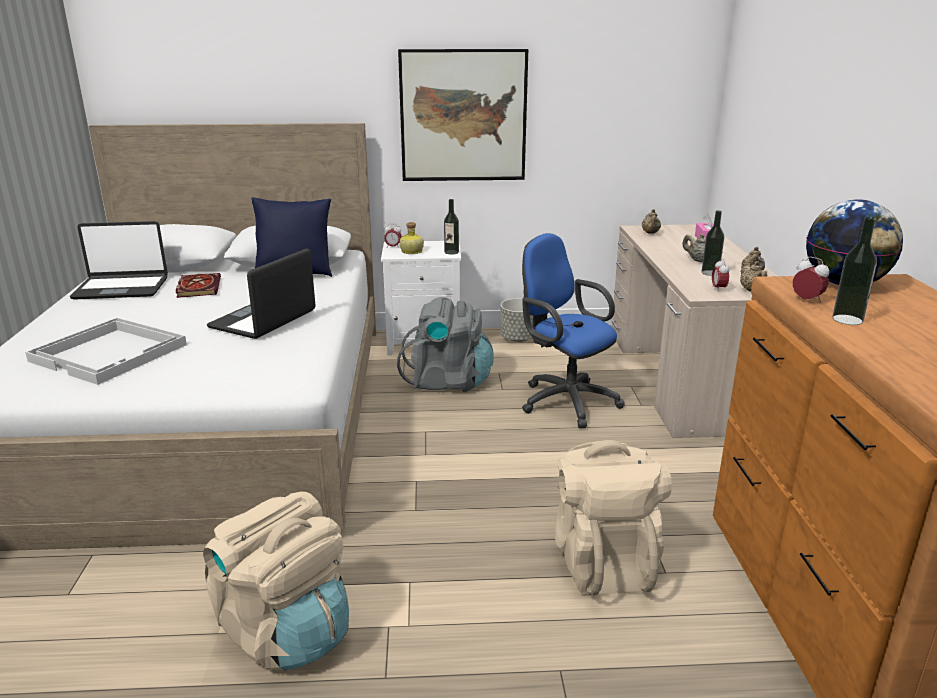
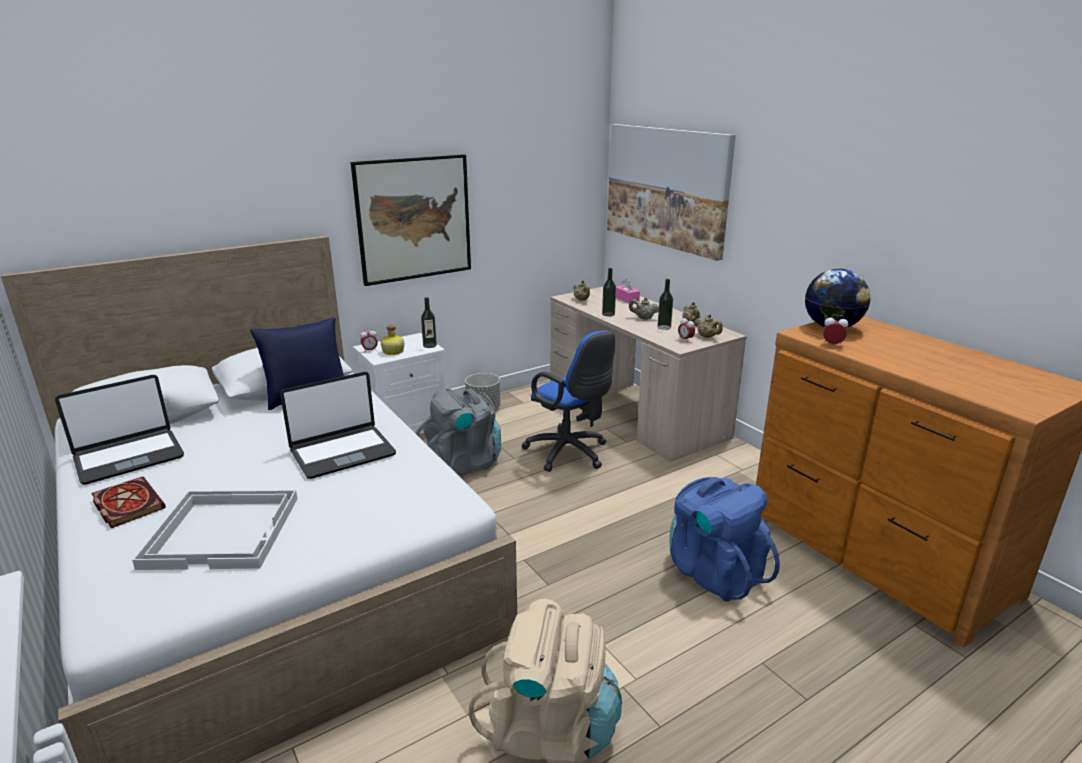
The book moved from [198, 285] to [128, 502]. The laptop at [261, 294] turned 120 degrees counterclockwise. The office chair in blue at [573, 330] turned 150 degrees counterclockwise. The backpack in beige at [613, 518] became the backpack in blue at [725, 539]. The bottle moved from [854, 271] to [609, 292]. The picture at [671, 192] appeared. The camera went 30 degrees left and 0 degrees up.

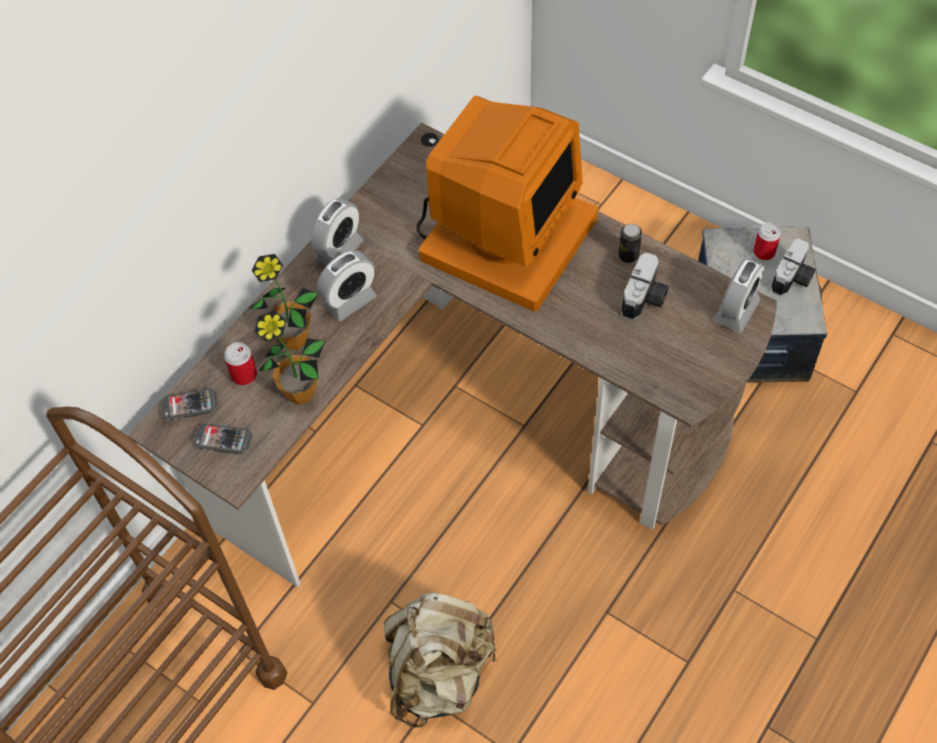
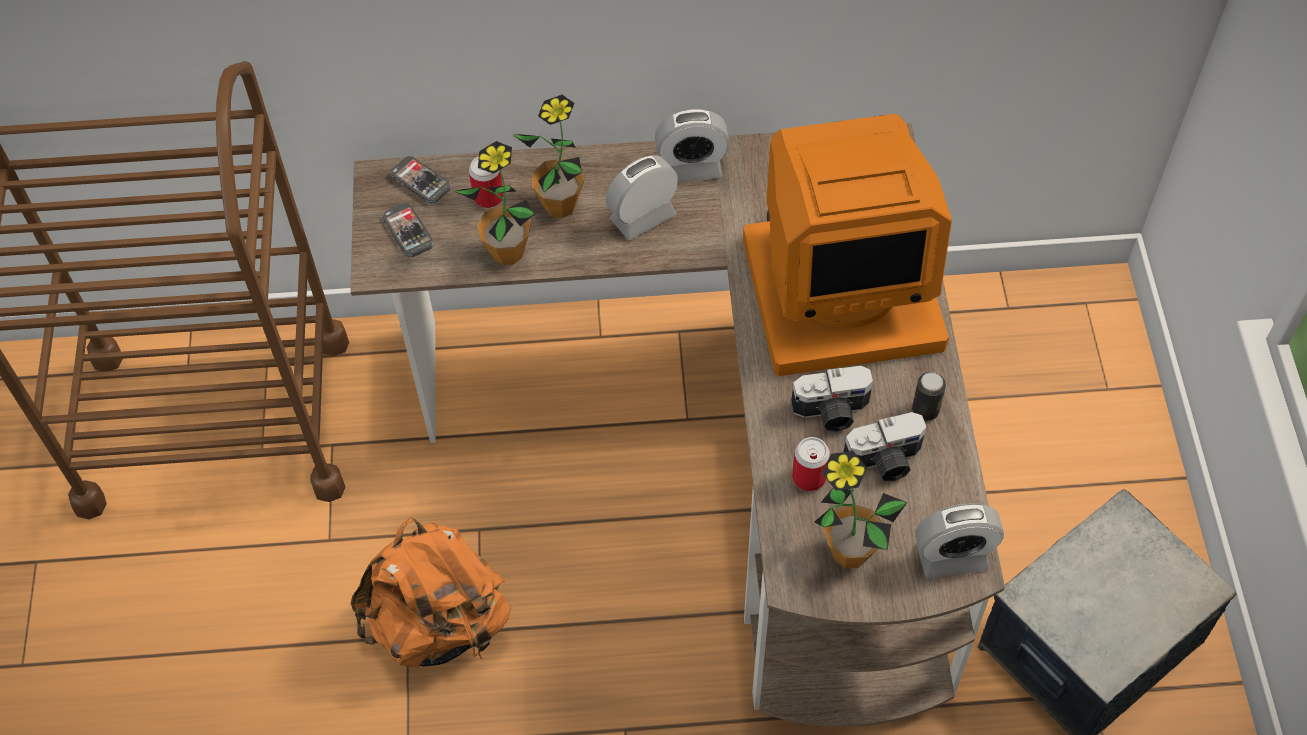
The alarm clock at [347, 285] turned 135 degrees clockwise. The backpack in beige at [440, 660] became the backpack in orange at [430, 592]. The can moved from [767, 241] to [811, 464]. The photo camera moved from [793, 267] to [832, 398]. The potted plant at [860, 509] appeared. The camera went 50 degrees right and 0 degrees up.

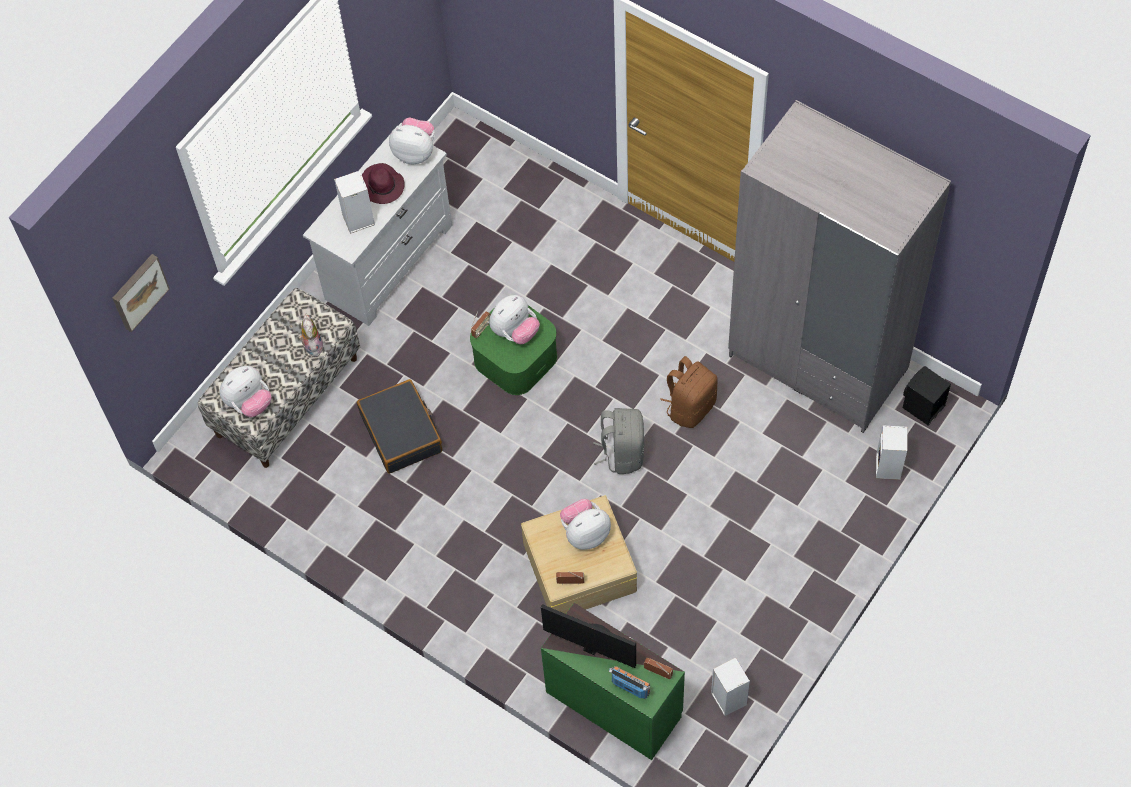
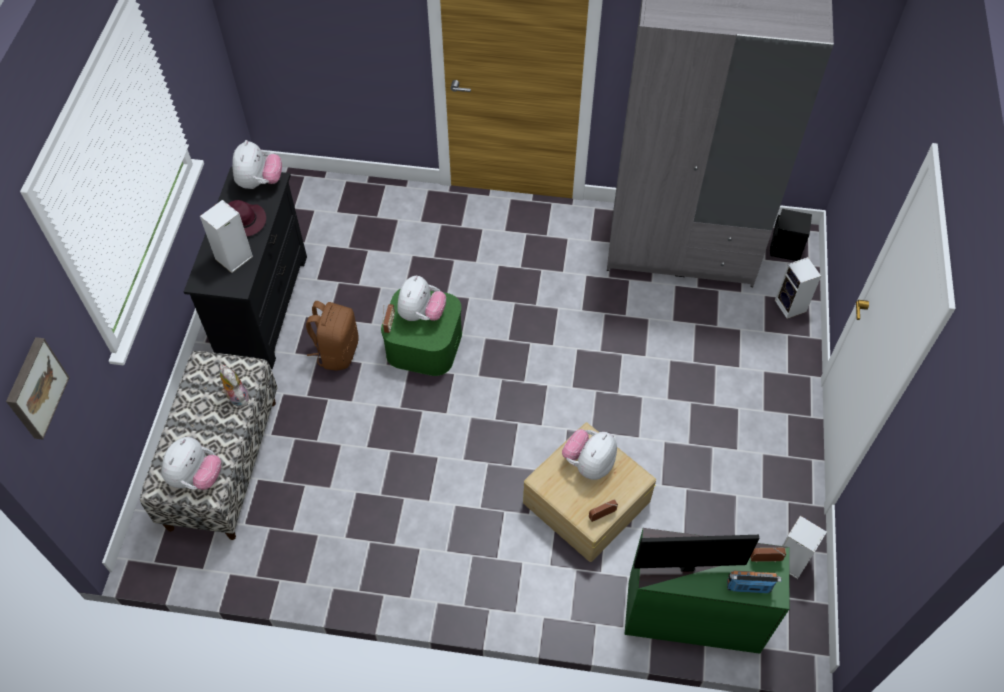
The dresser in white at [378, 226] became the dresser in black at [245, 268]. The suitcase in black at [399, 426] disappeared. The plush toy at [411, 141] turned 105 degrees clockwise. The backpack in grey at [618, 441] disappeared. The backpack in brown moved from [689, 392] to [332, 336]. The camera went 30 degrees left and 5 degrees down.

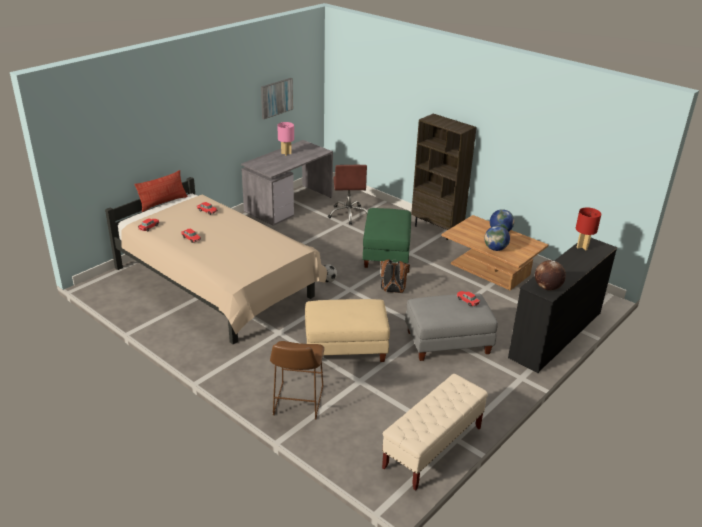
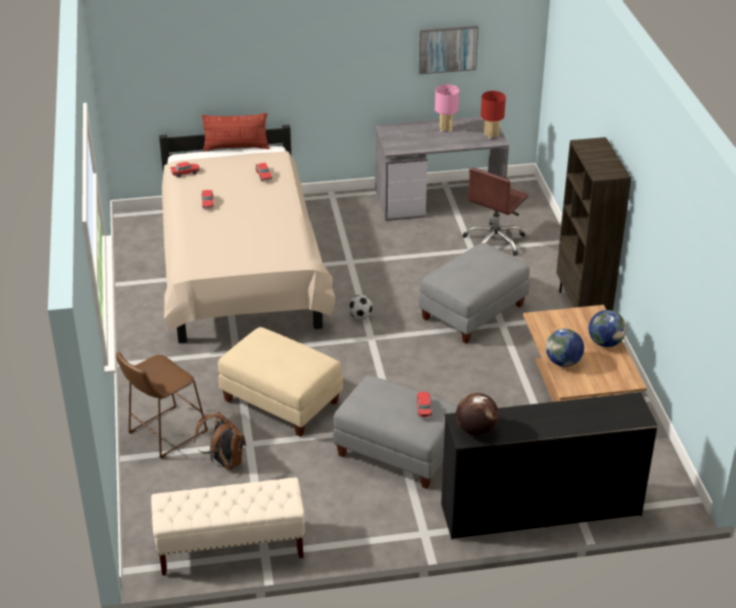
The ottoman in green at [387, 238] became the ottoman in grey at [474, 293]. The backpack in brown moved from [395, 276] to [220, 441]. The table lamp in red moved from [588, 229] to [493, 115]. The camera went 40 degrees right and 5 degrees up.

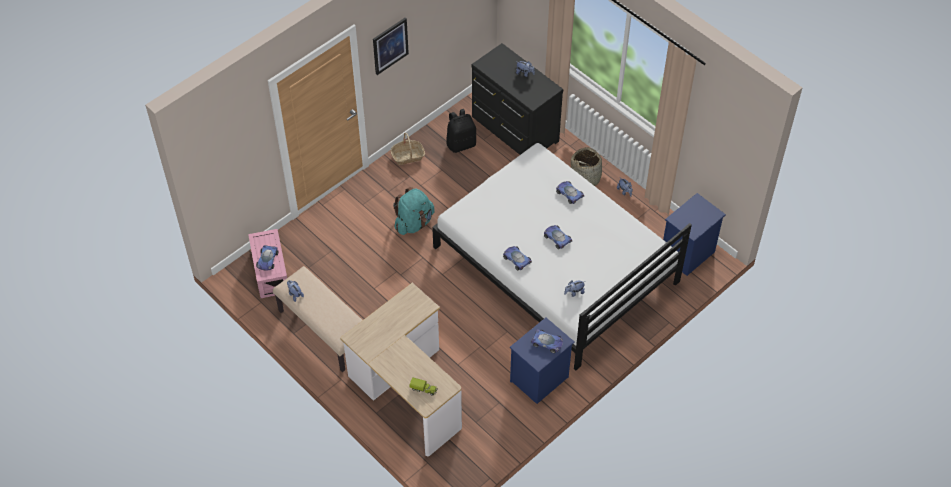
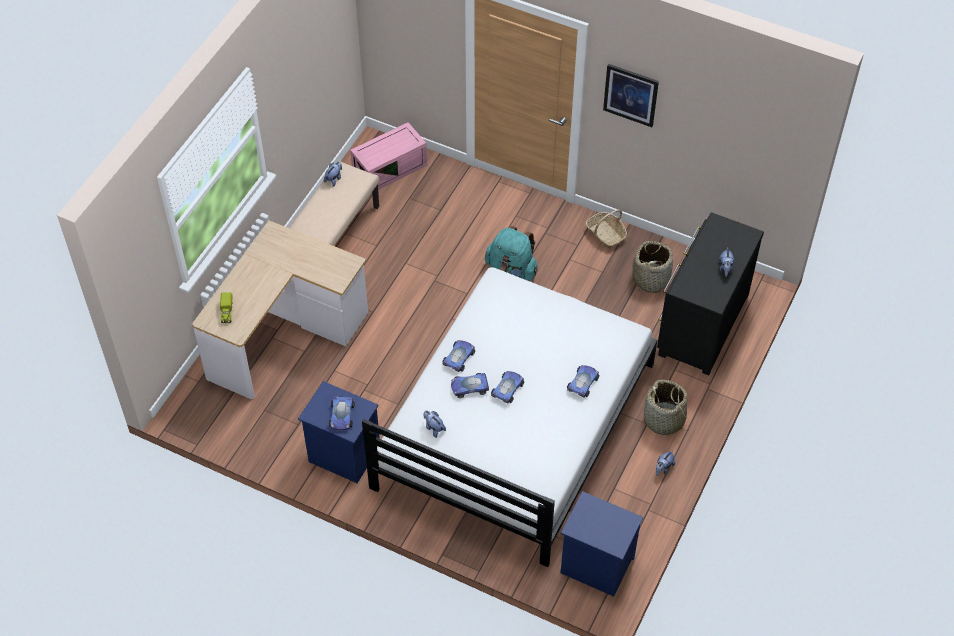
The toy car moved from [267, 258] to [470, 385]. The backpack in black at [461, 131] was replaced by the basket at [653, 267]. The camera went 70 degrees right and 0 degrees up.

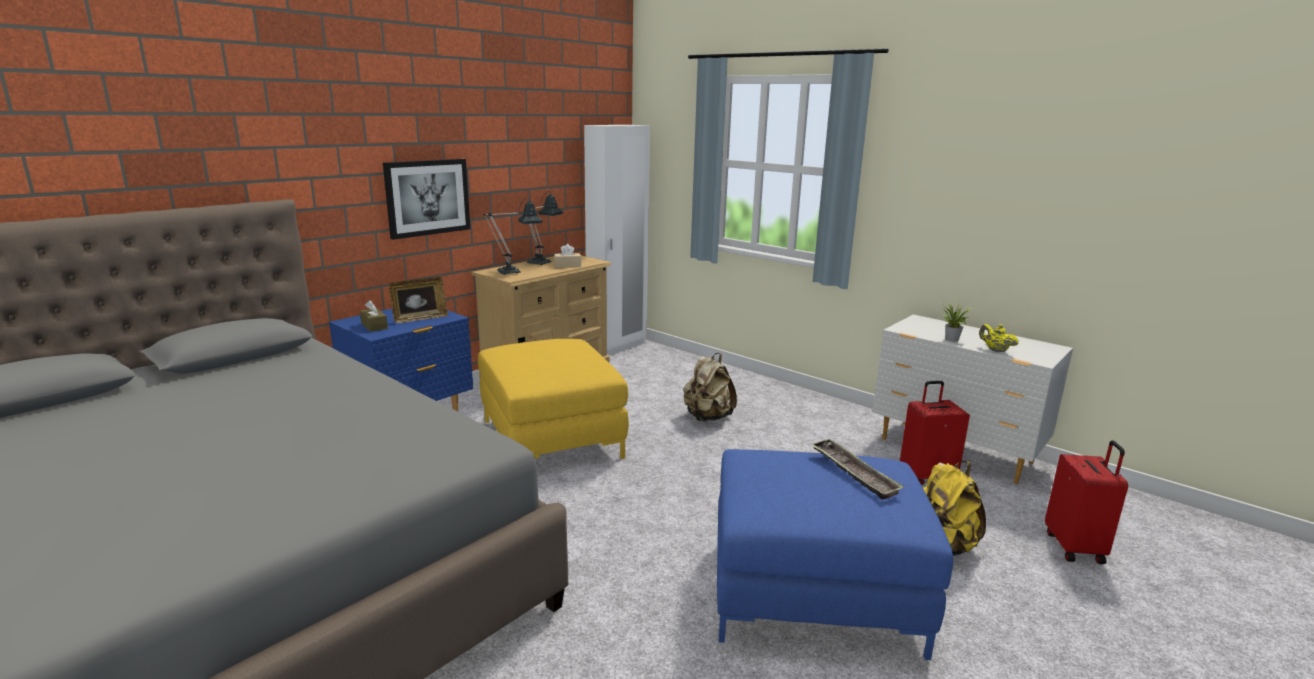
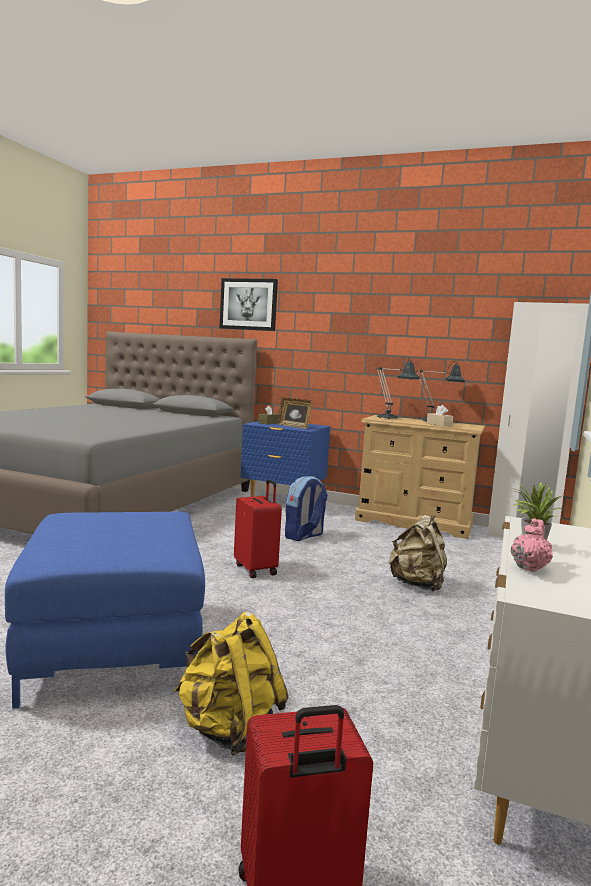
The picture moved from [426, 199] to [248, 304]. The ottoman in yellow at [553, 399] was replaced by the backpack at [306, 508]. The tray at [857, 469] disappeared. The suitcase in red moved from [935, 433] to [258, 529]. The teapot in yellow at [998, 338] became the teapot in pink at [532, 545]. The camera went 70 degrees right and 10 degrees down.

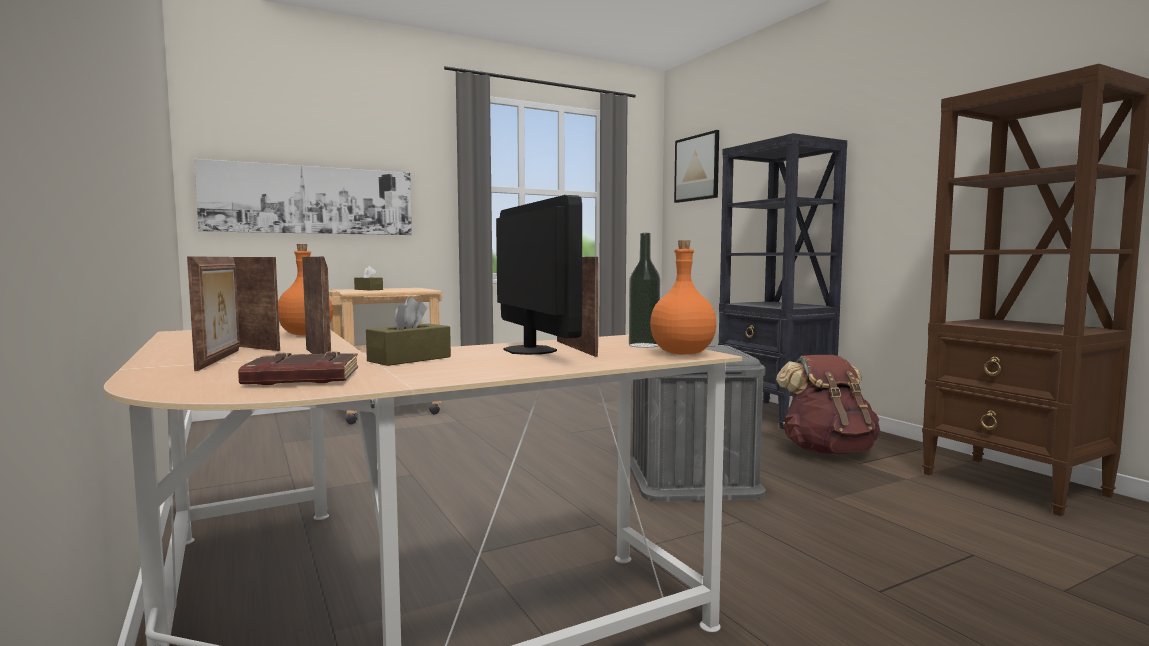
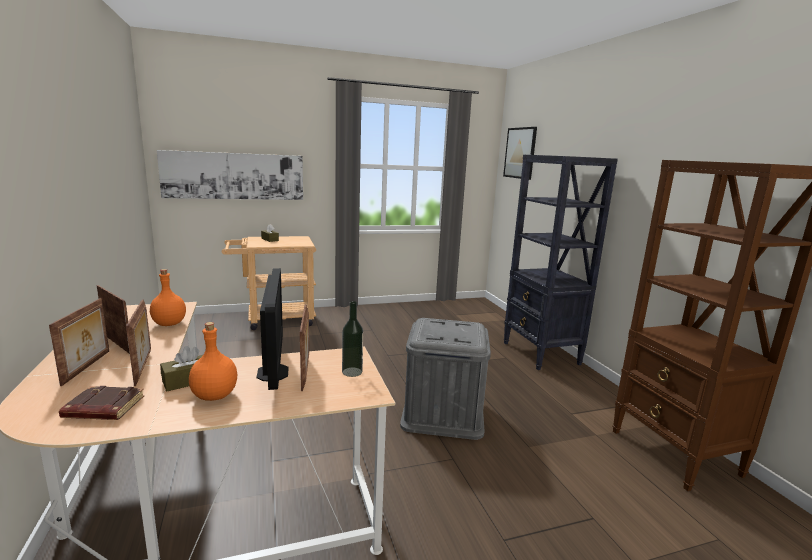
The bottle in orange moved from [683, 297] to [213, 361]. The backpack in brown at [828, 404] disappeared. The camera went 10 degrees right and 10 degrees up.

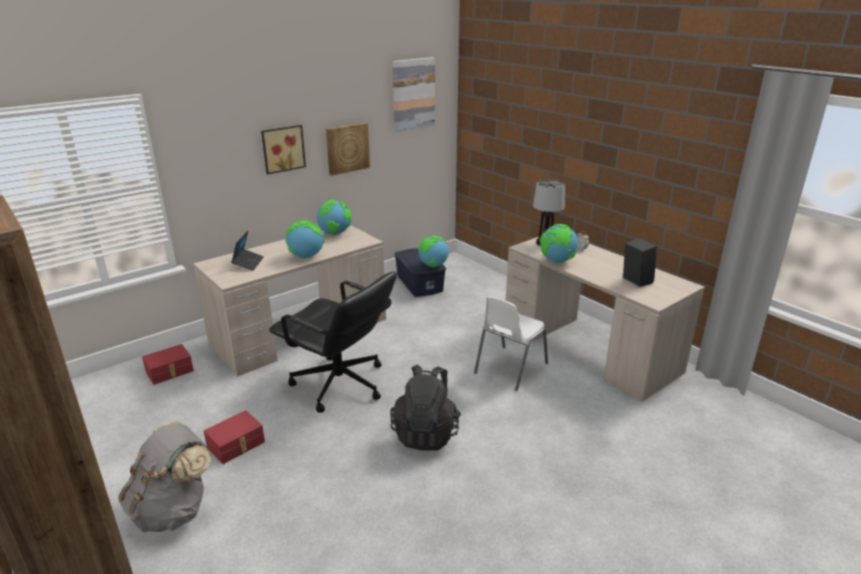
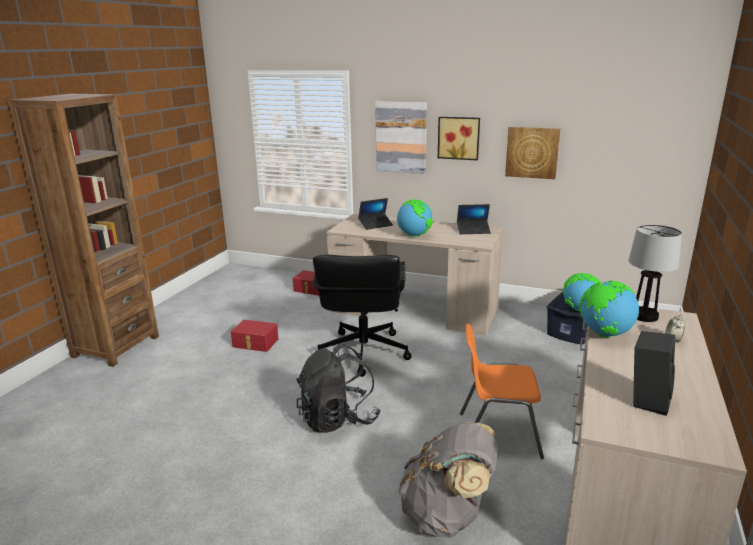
The backpack in grey moved from [164, 476] to [448, 480]. The globe at [334, 217] was replaced by the laptop at [474, 219]. The picture moved from [414, 94] to [401, 137]. The chair in white at [511, 343] became the chair in orange at [502, 391]. The camera went 60 degrees right and 5 degrees down.

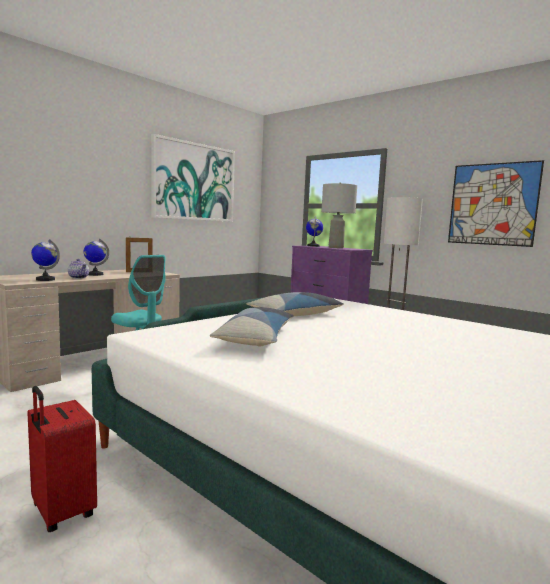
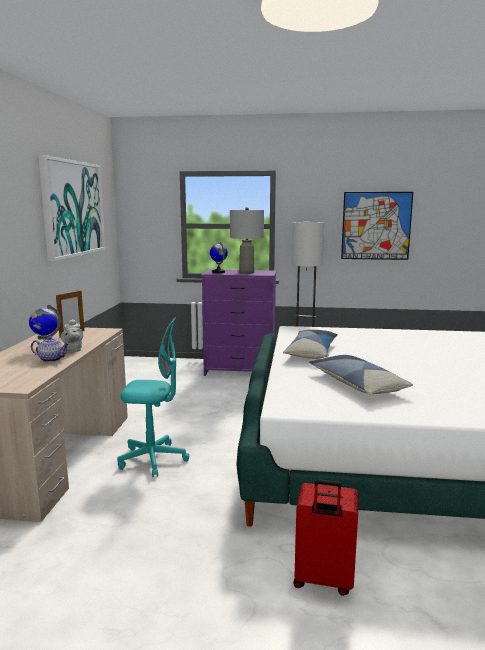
The globe at [45, 260] disappeared. The teapot in grey at [72, 335] appeared. The camera went 35 degrees left and 5 degrees up.

